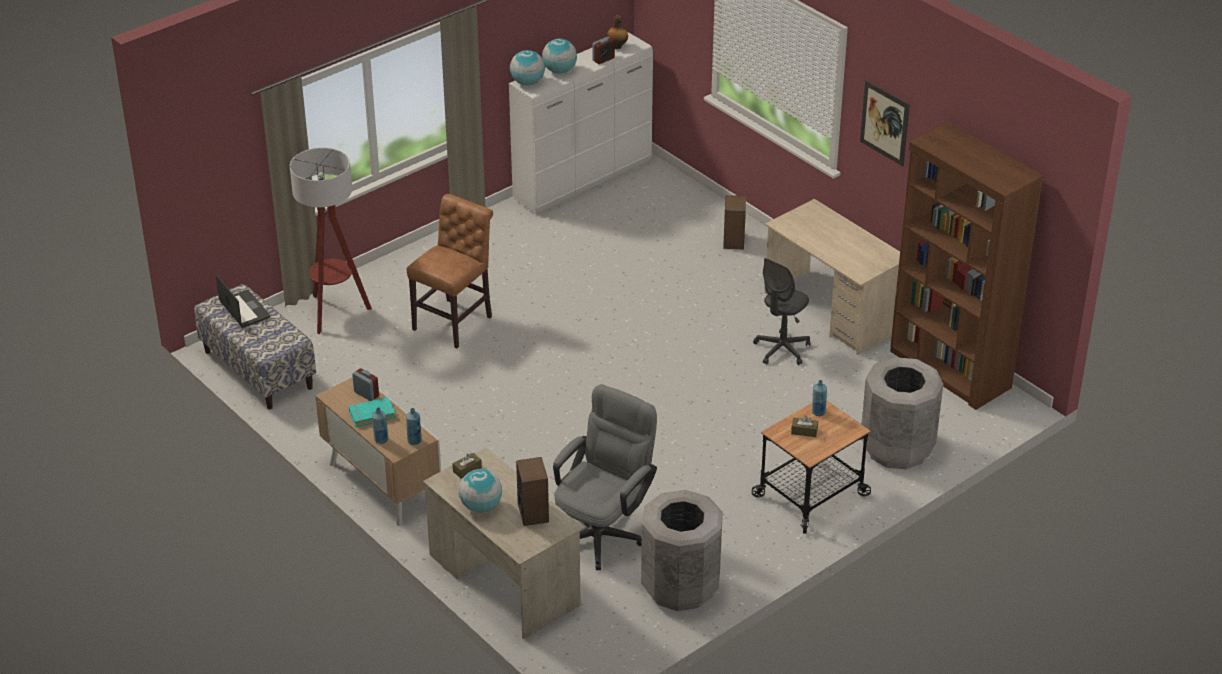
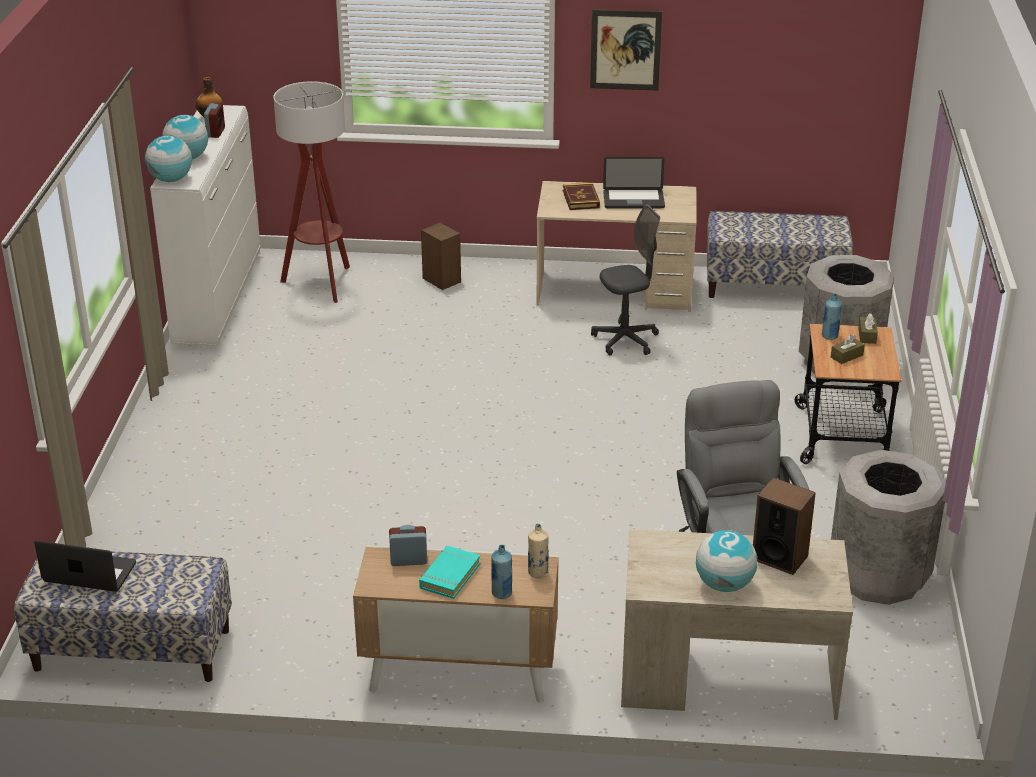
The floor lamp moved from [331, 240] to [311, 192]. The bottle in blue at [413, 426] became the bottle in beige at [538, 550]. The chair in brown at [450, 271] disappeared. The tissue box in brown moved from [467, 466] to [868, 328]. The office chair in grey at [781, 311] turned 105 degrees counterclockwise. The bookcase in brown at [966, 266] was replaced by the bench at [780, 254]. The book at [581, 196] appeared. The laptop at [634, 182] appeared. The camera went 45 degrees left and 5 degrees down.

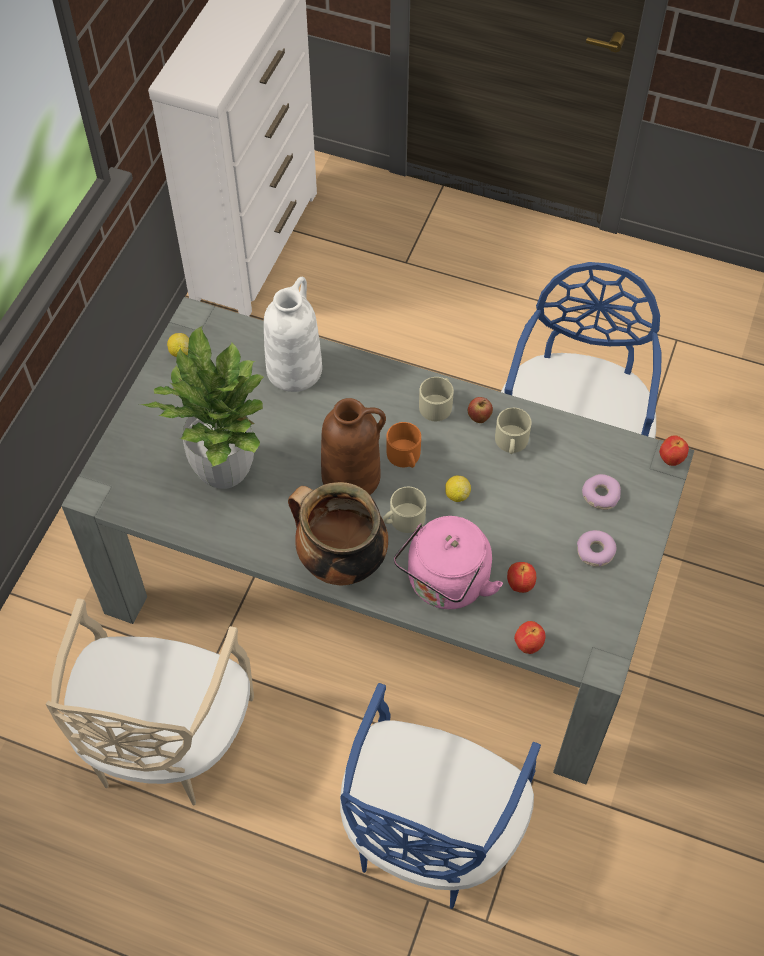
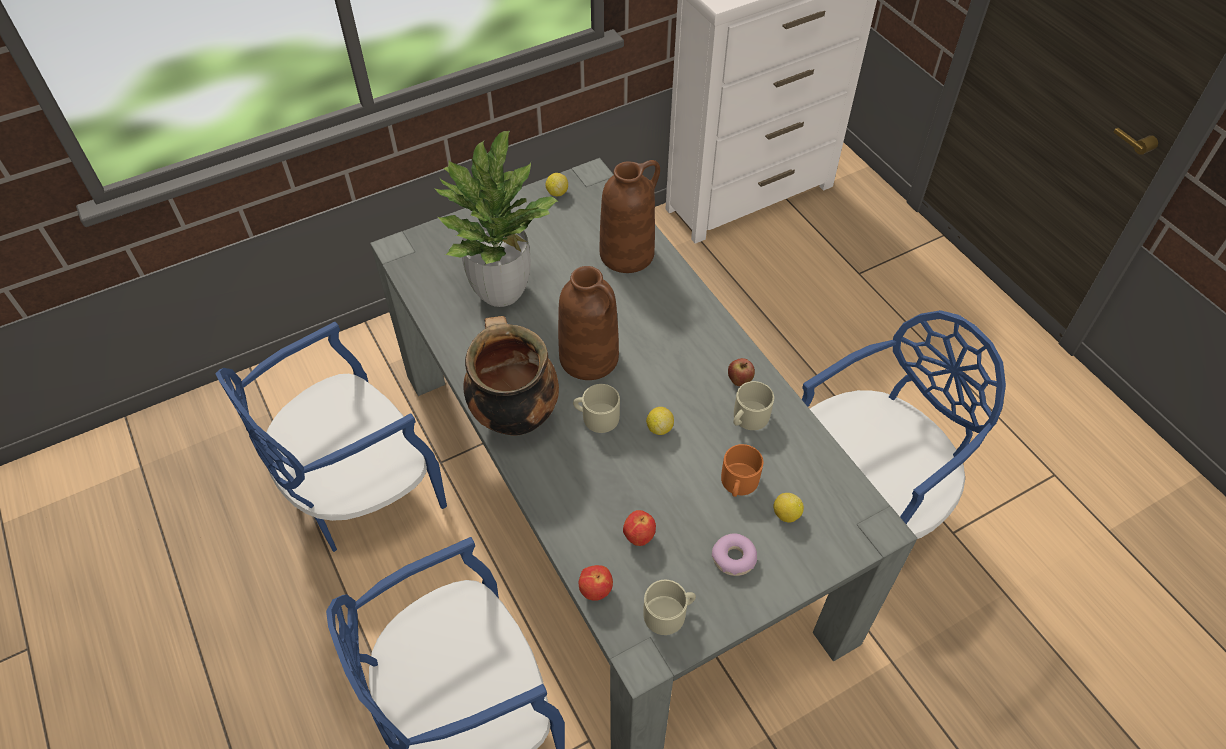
The chair in beige at [150, 701] became the chair in blue at [331, 437]. The vase in white at [293, 334] became the vase in brown at [630, 216]. The mug in orange moved from [403, 445] to [742, 470]. The kettle in pink at [448, 562] disappeared. The mug in beige moved from [436, 399] to [669, 607]. The donut at [601, 492] was replaced by the lemon at [788, 507]. The apple at [674, 450] disappeared. The camera went 40 degrees right and 5 degrees down.

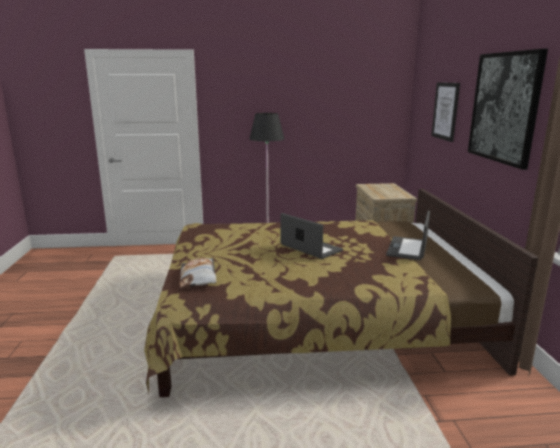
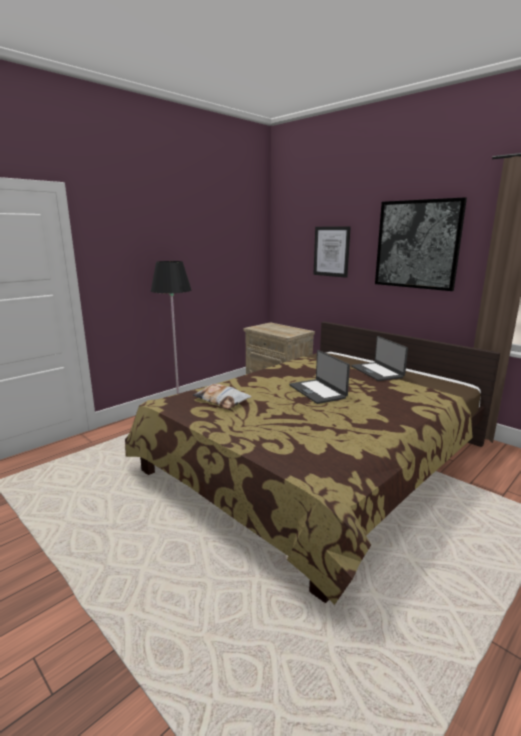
The pillow moved from [198, 273] to [222, 396]. The laptop at [312, 236] turned 120 degrees counterclockwise. The camera went 40 degrees left and 0 degrees up.

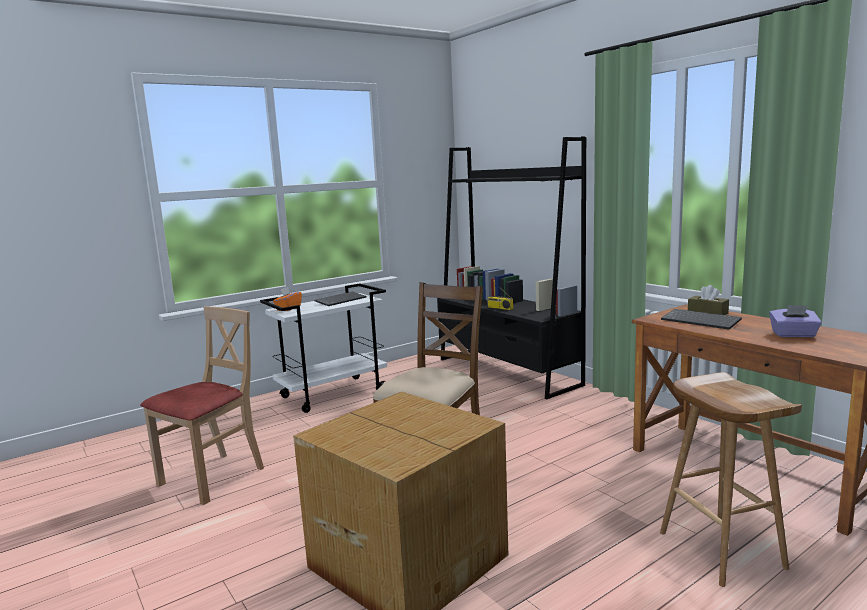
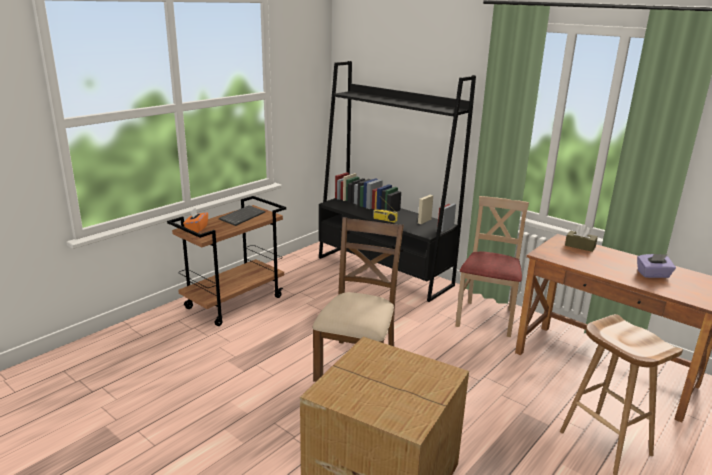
The chair in beige moved from [202, 405] to [492, 266]. The cart in white at [323, 348] became the cart in brown at [226, 261]. The keyboard at [701, 319] disappeared. The camera went 15 degrees left and 10 degrees up.

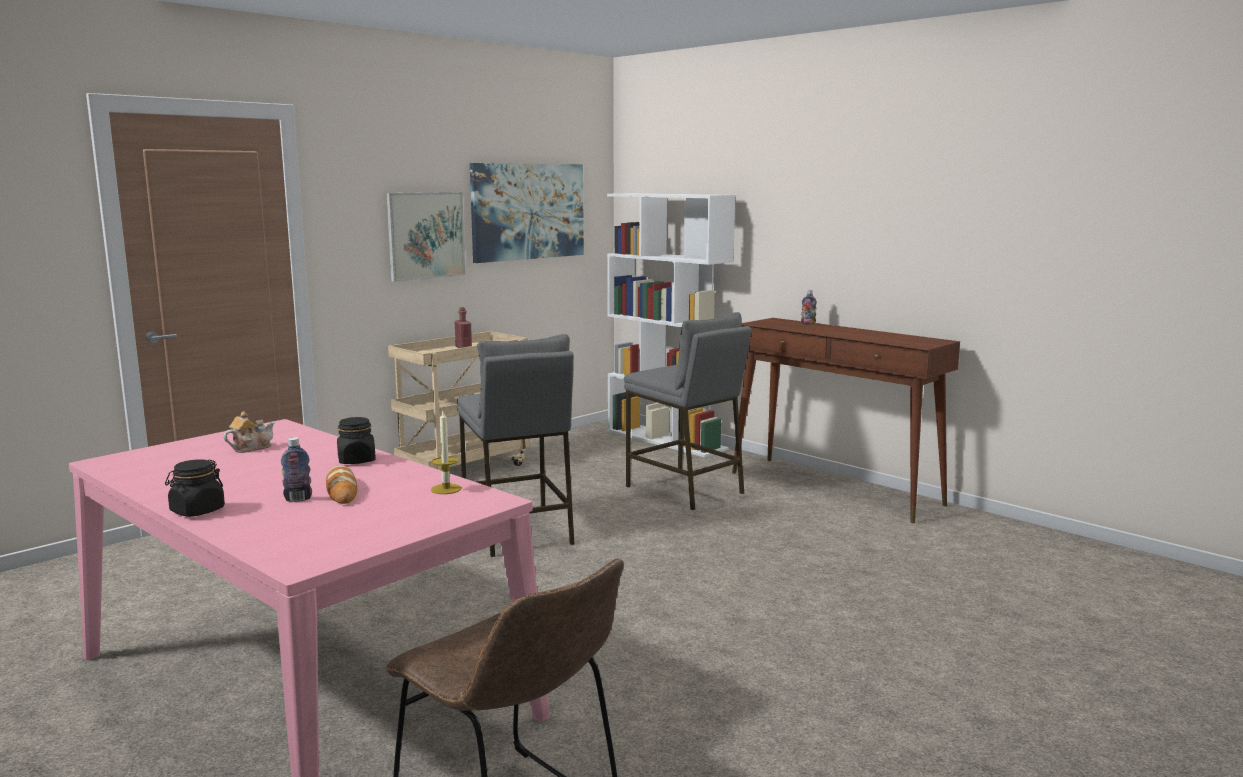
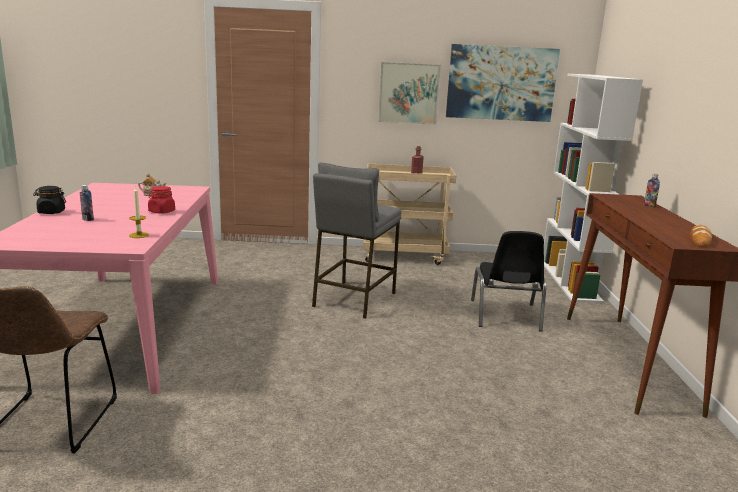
The bread moved from [341, 484] to [701, 236]. The jar in black at [356, 440] became the jar in red at [161, 200]. The stool in grey at [687, 411] was replaced by the chair in black at [508, 281]. The camera went 45 degrees right and 5 degrees up.

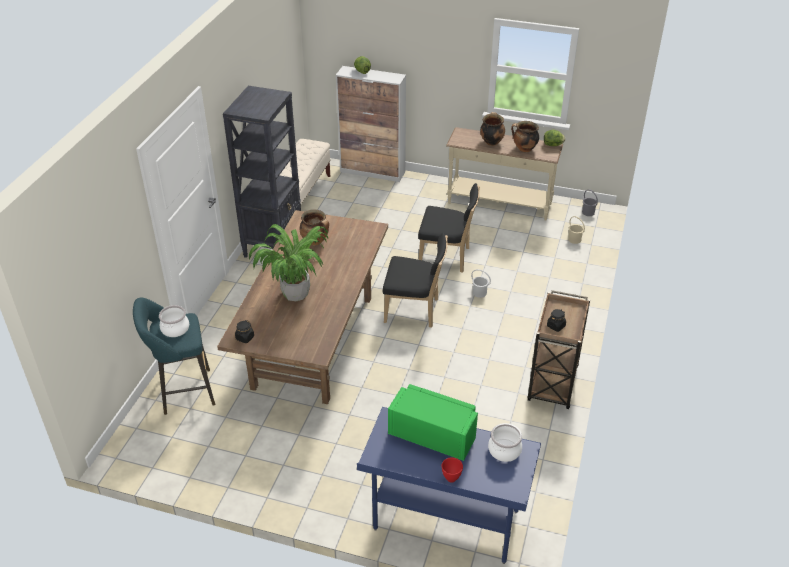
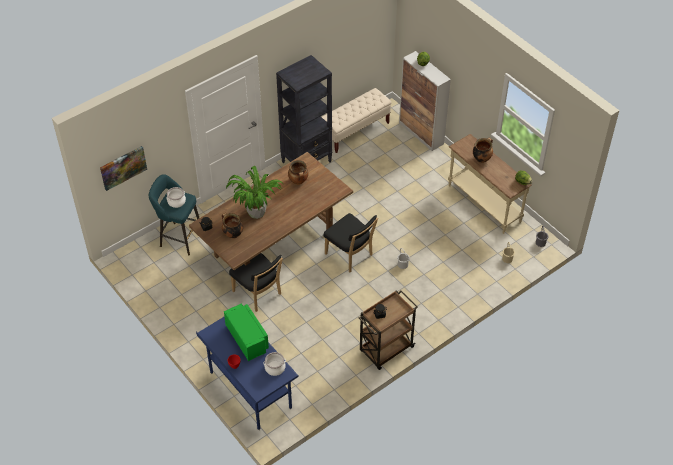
The chair in black moved from [449, 228] to [256, 282]. The cooking pot moved from [525, 136] to [232, 226]. The picture at [123, 168] appeared. The camera went 35 degrees right and 10 degrees up.

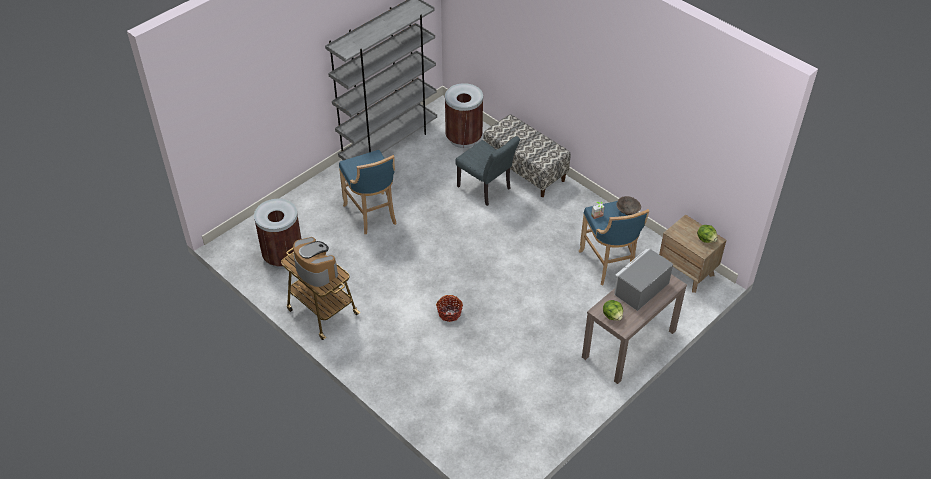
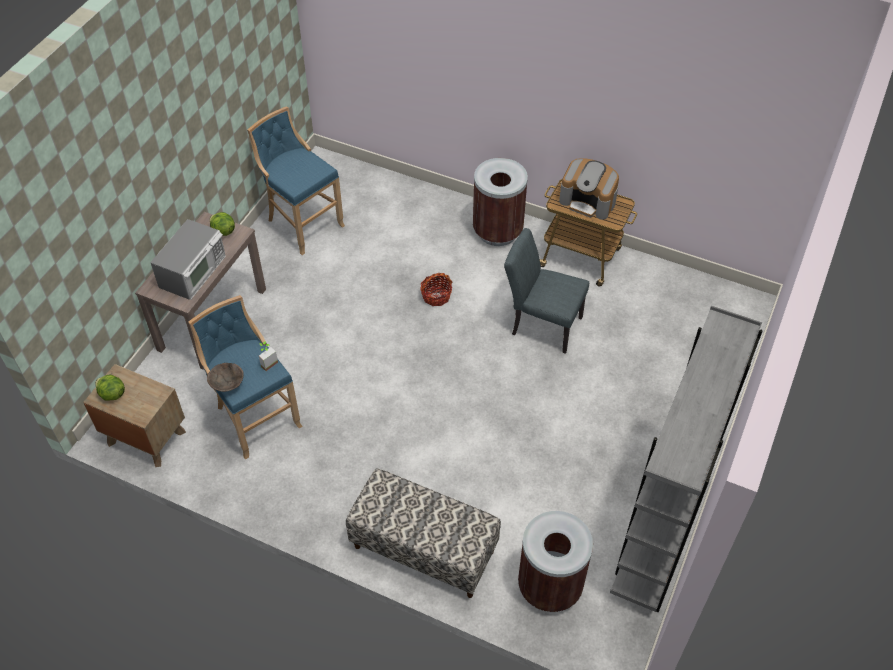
The trash can in brown moved from [278, 234] to [500, 202]. The stool in blue moved from [368, 192] to [296, 180]. The chair in grey moved from [488, 171] to [546, 291]. The camera went 160 degrees right and 5 degrees up.

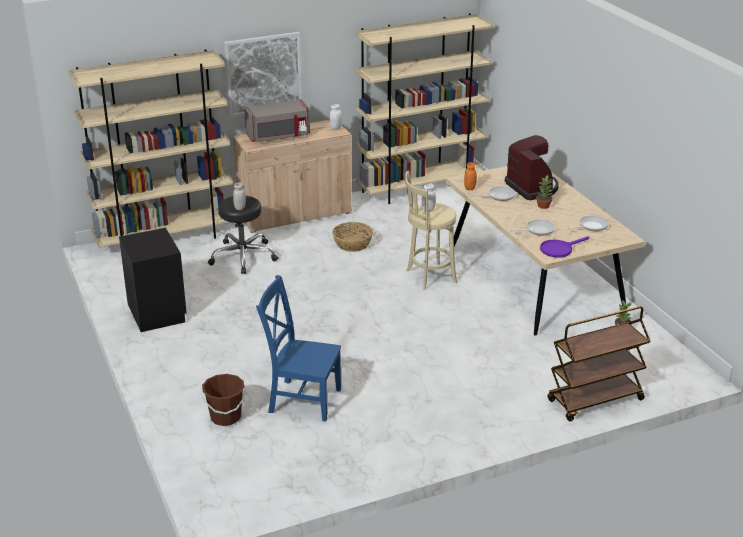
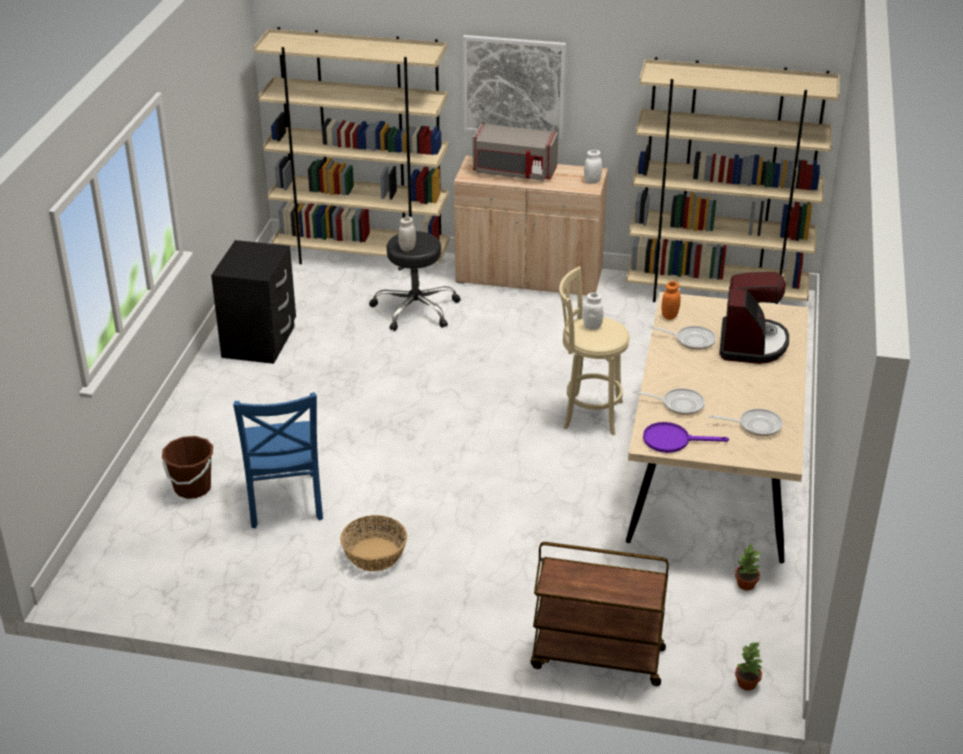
The chair in blue at [298, 348] turned 150 degrees counterclockwise. The basket moved from [352, 237] to [373, 543]. The potted plant moved from [544, 192] to [749, 666]. The camera went 35 degrees right and 5 degrees up.

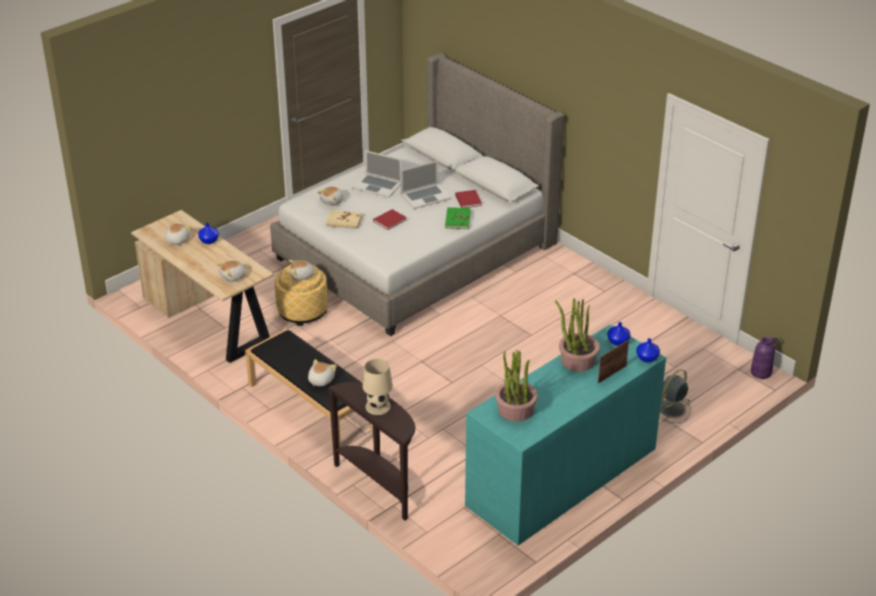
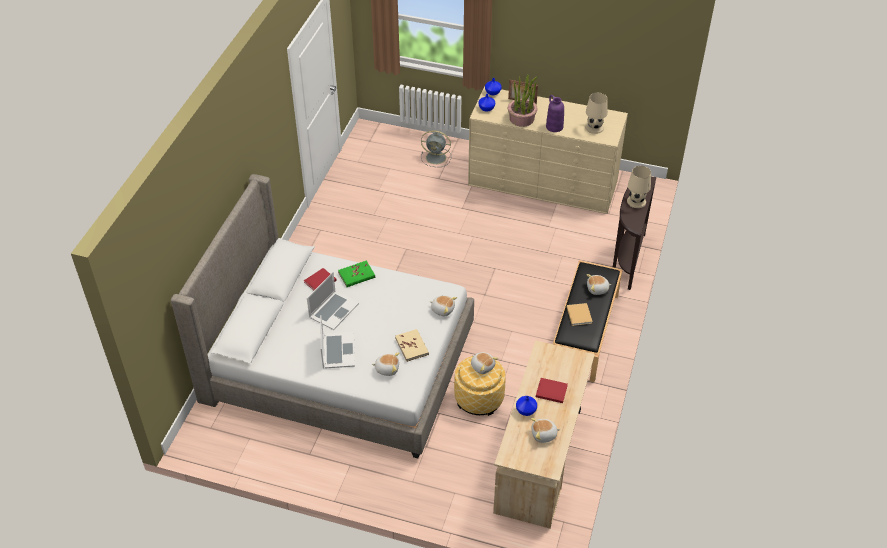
The plush toy moved from [232, 271] to [443, 305]. The book in red moved from [390, 219] to [552, 390]. The laptop at [426, 185] turned 90 degrees clockwise. The dresser in turquoise at [565, 435] became the dresser in beige at [548, 150]. The potted plant at [516, 386] was replaced by the table lamp in beige at [596, 113]. The vase in purple moved from [764, 358] to [555, 113]. The book in beige at [580, 314] appeared. The camera went 120 degrees left and 10 degrees up.

